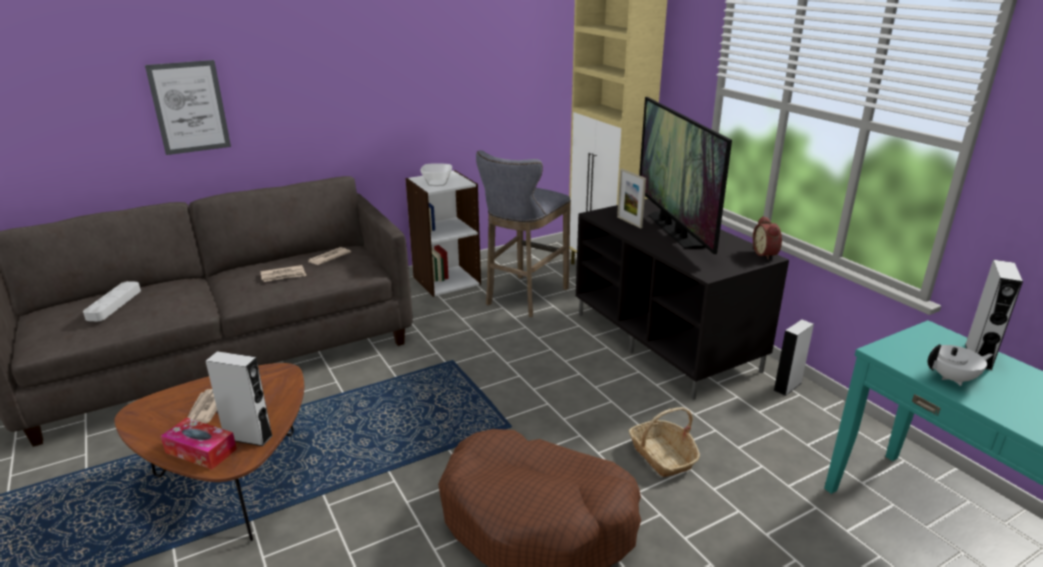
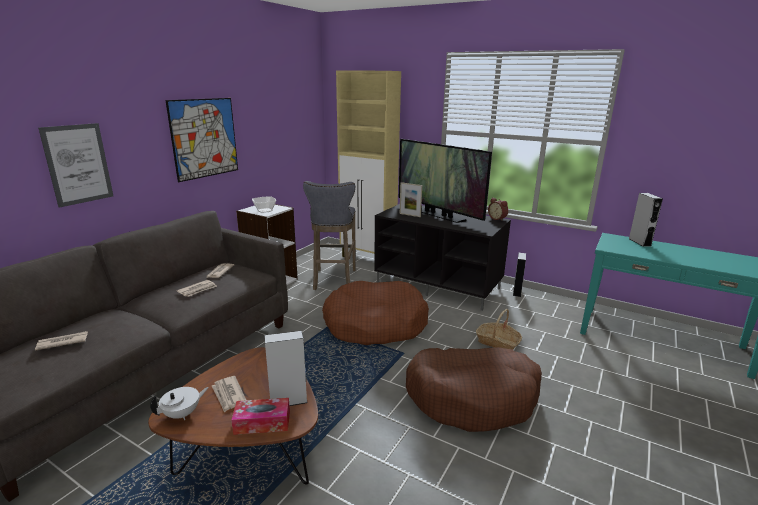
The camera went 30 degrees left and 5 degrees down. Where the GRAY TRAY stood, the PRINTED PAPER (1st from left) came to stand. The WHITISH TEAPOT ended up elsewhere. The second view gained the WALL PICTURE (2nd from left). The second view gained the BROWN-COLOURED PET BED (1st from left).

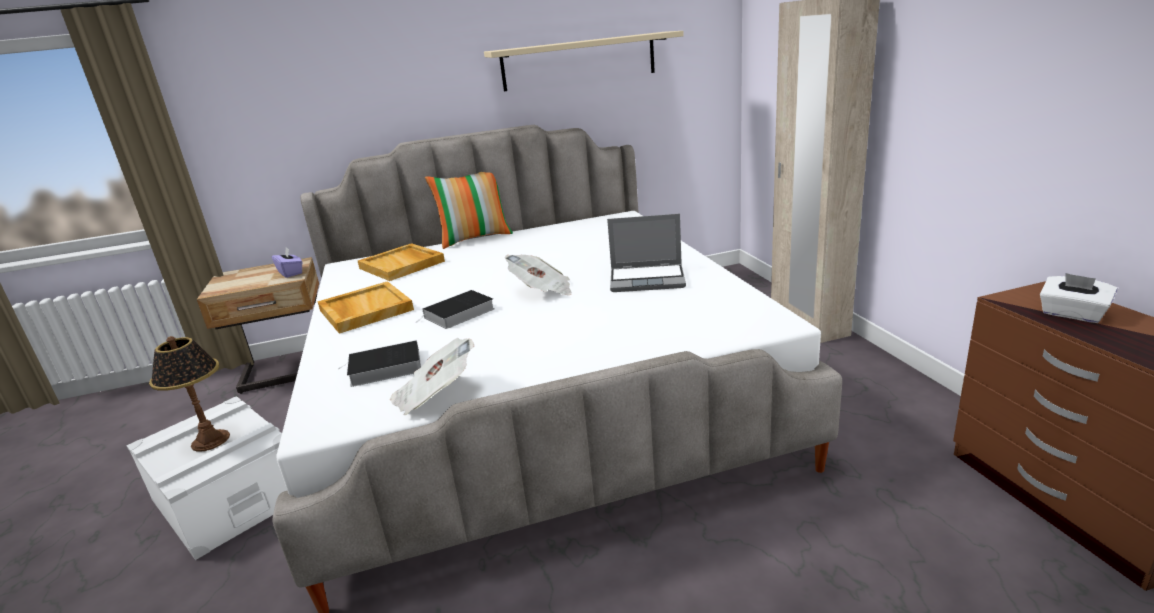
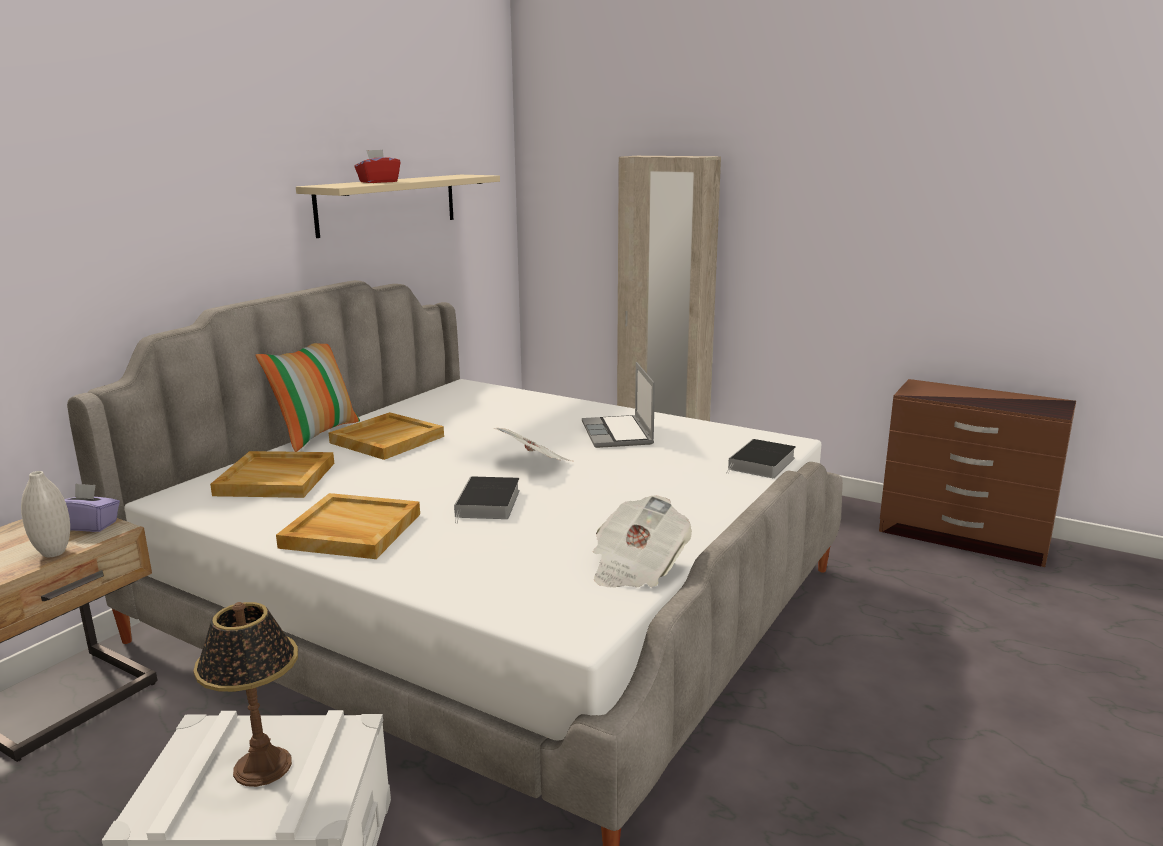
The camera went 45 degrees left and 5 degrees down. The BOUND BOOK (1st from left in the first image) ended up elsewhere. The PORTABLE COMPUTER ended up facing another way, 120 degrees clockwise from before. The second view lost the WHITISH TISSUE BOX. The second view gained the WHITISH FLOWER VASE. The second view gained the BEIGE TRAY (3rd from left). The second view gained the RED TISSUE BOX.

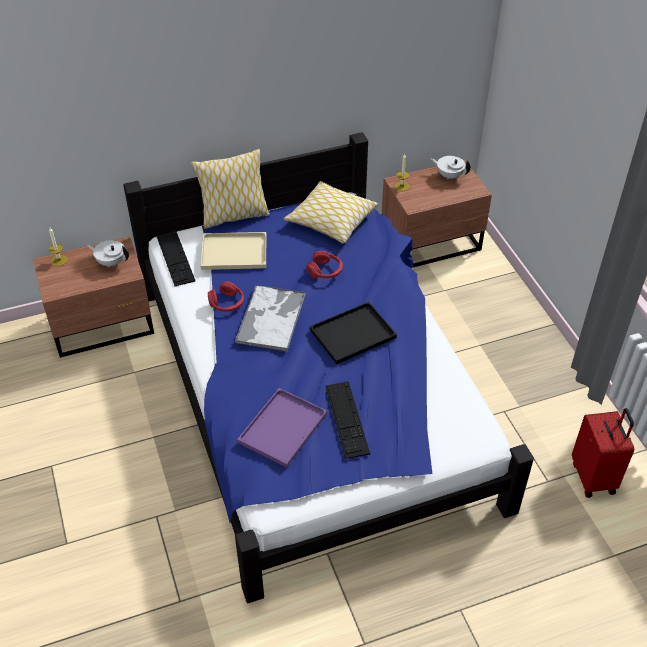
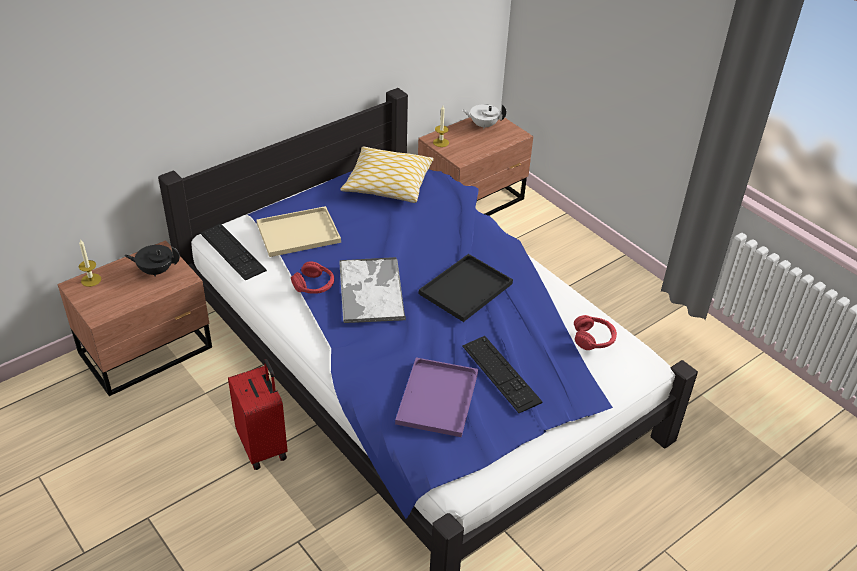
The camera went 20 degrees left and 5 degrees down. What was the WHITISH TEAPOT (1st from left) turned into the BLACKISH TEAPOT. The second view lost the PILLOW (1st from left). The RED PAIR OF HEADPHONES (2nd from left) ended up elsewhere. The RED TRAVEL CASE ended up elsewhere.

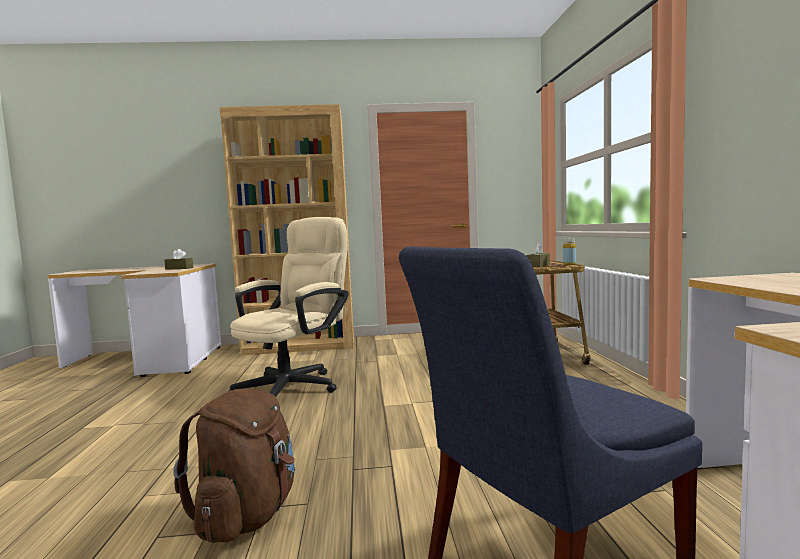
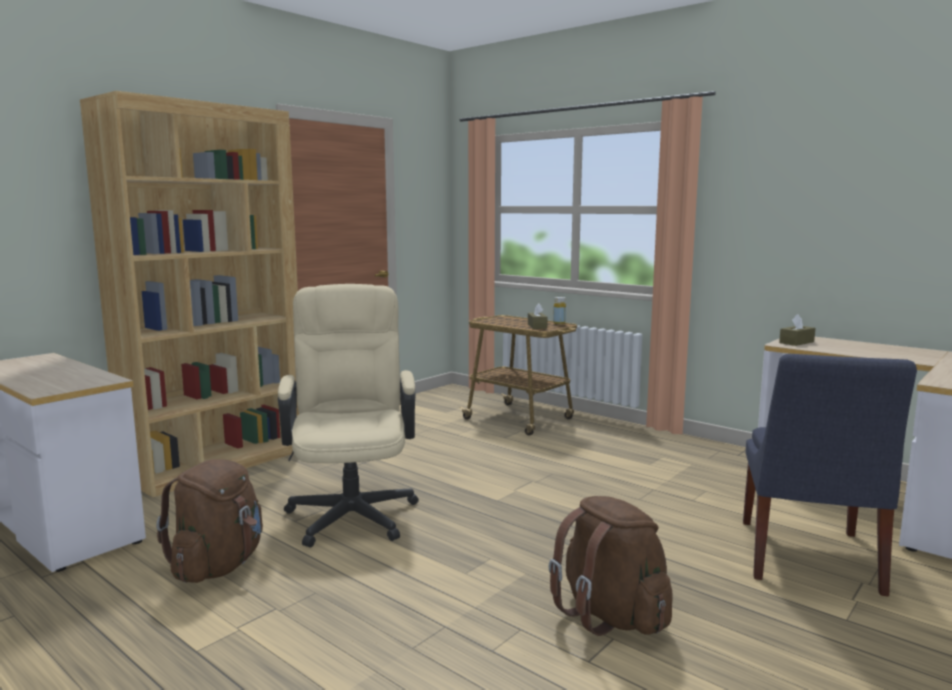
The camera went 45 degrees left and 5 degrees up. The BROWN-COLOURED TISSUE BOX (1st from left in the first image) ended up elsewhere. The second view gained the BROWN-COLOURED RUCKSACK (1st from left).

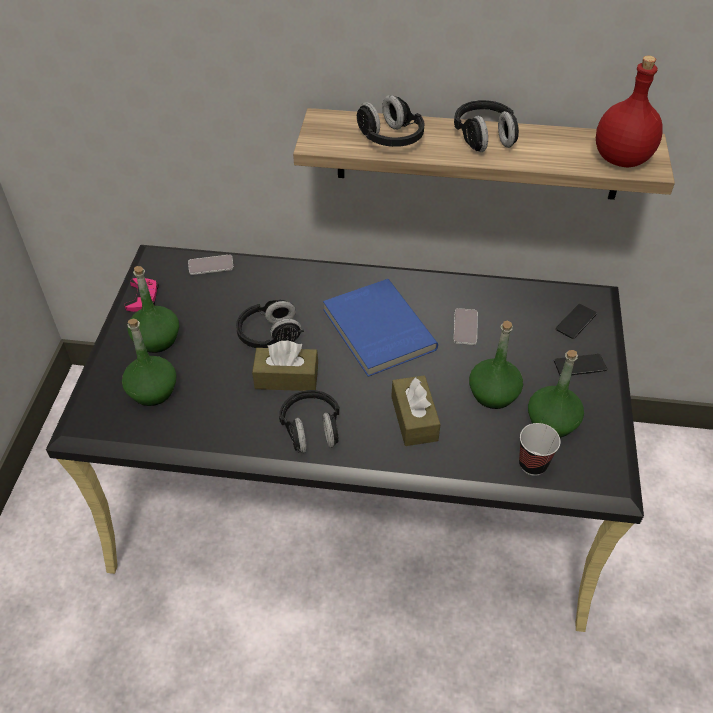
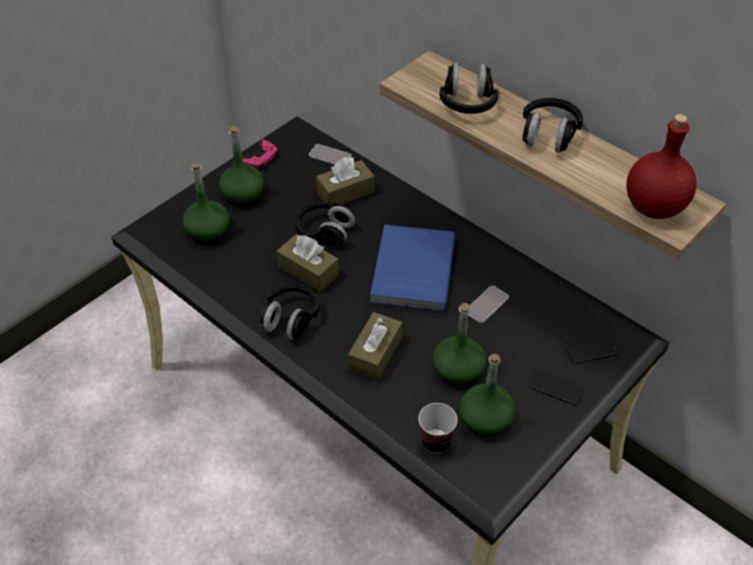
The camera went 35 degrees right and 0 degrees up. The second view gained the BROWN-COLOURED TISSUE BOX (2nd from left).

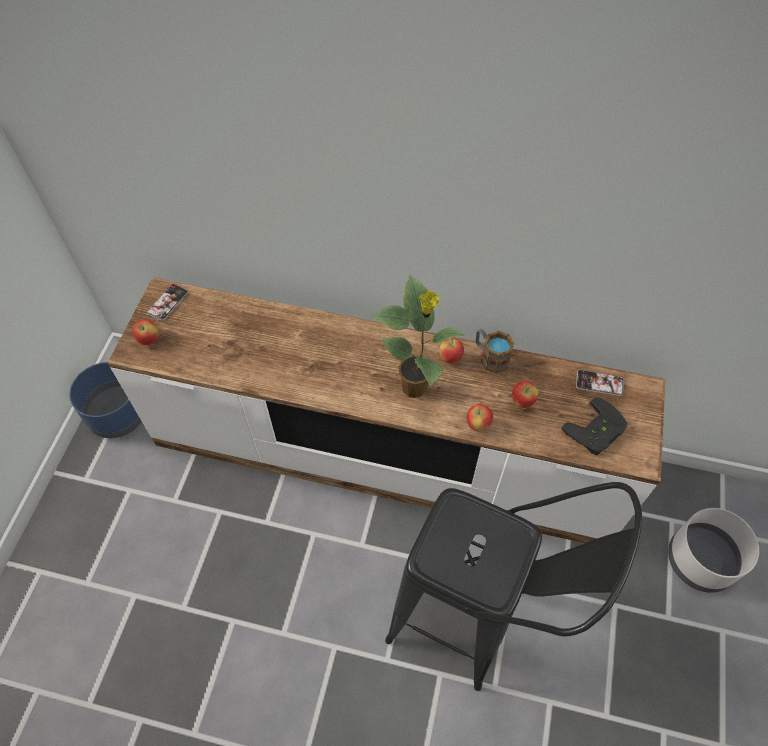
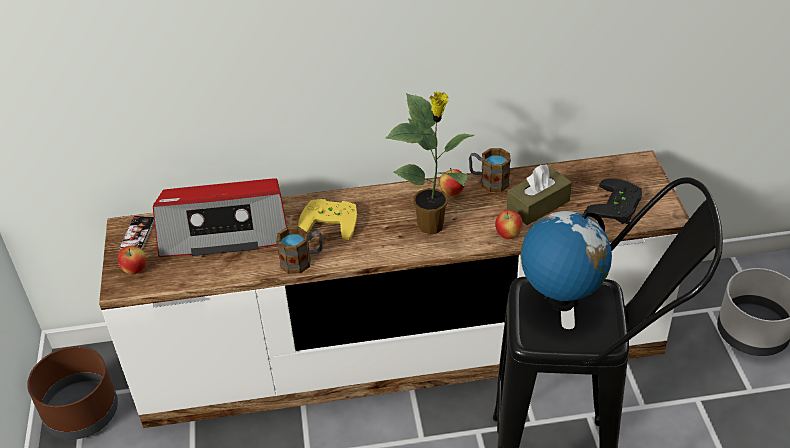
The camera went 20 degrees left and 15 degrees down. What was the BLUE PLANT POT turned into the BROWN-COLOURED PLANT POT. Where the APPLE (4th from left) stood, the BROWN-COLOURED TISSUE BOX came to stand. The second view lost the PHONE (2nd from left). The second view gained the RADIO RECEIVER. The second view gained the TEA MUG (1st from left). The second view gained the YELLOW GAMEPAD. The second view gained the WORLD GLOBE.

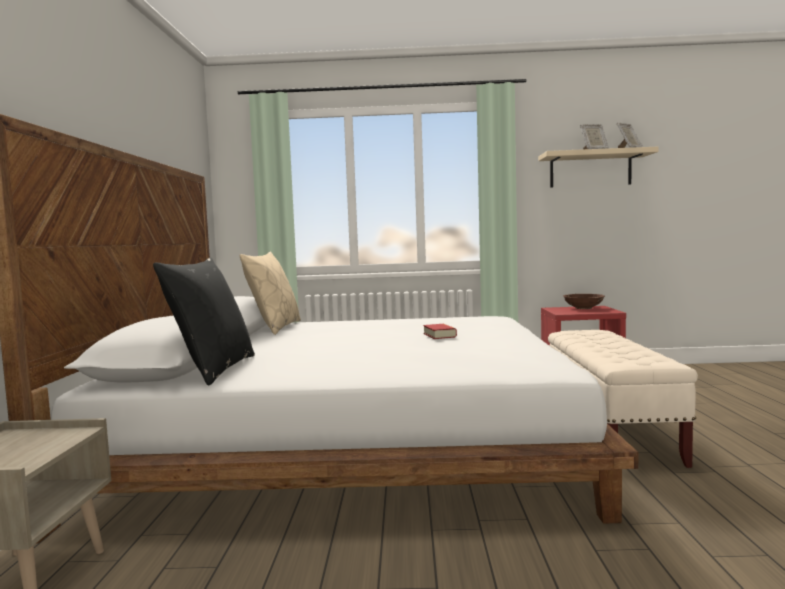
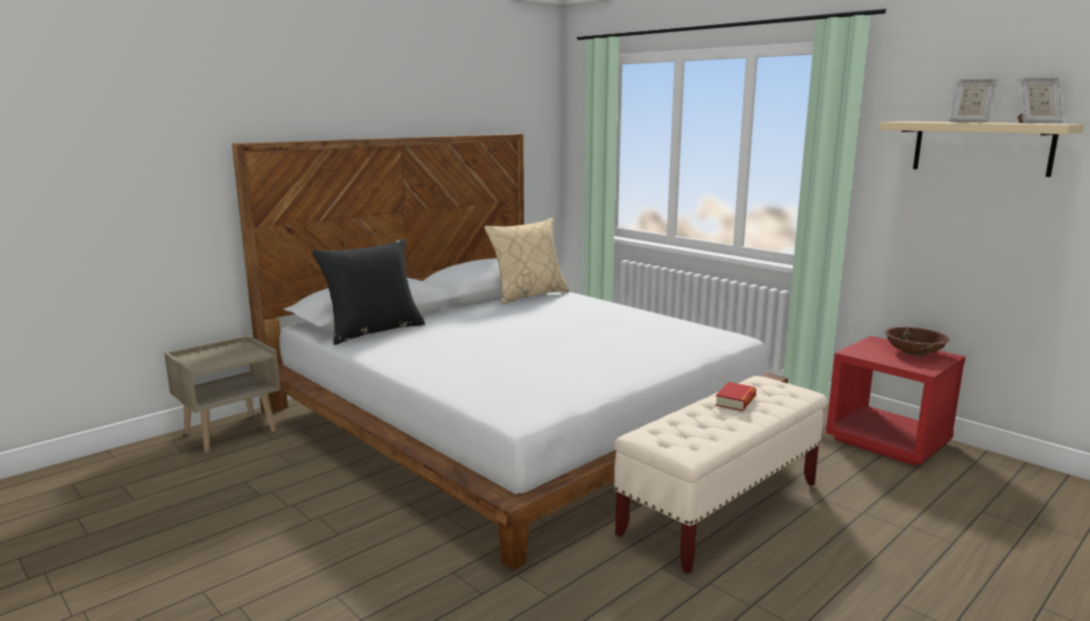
The camera went 45 degrees right and 10 degrees up. The BOUND BOOK ended up elsewhere.

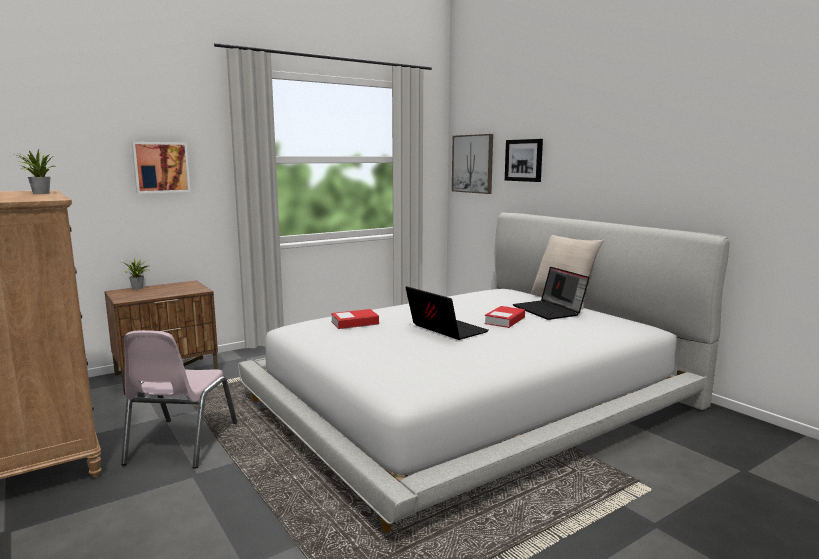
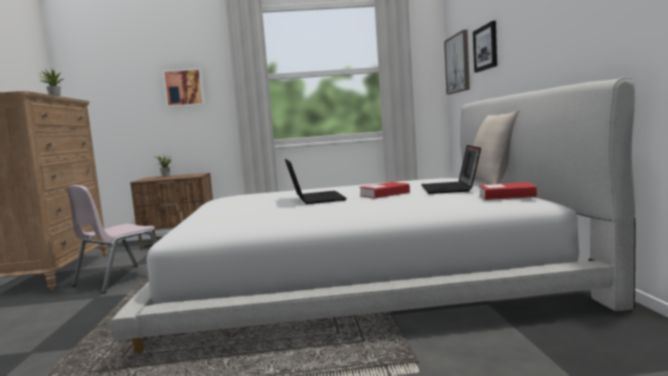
The camera went 30 degrees right and 5 degrees down. The BOUND BOOK (1st from left in the first image) ended up elsewhere.

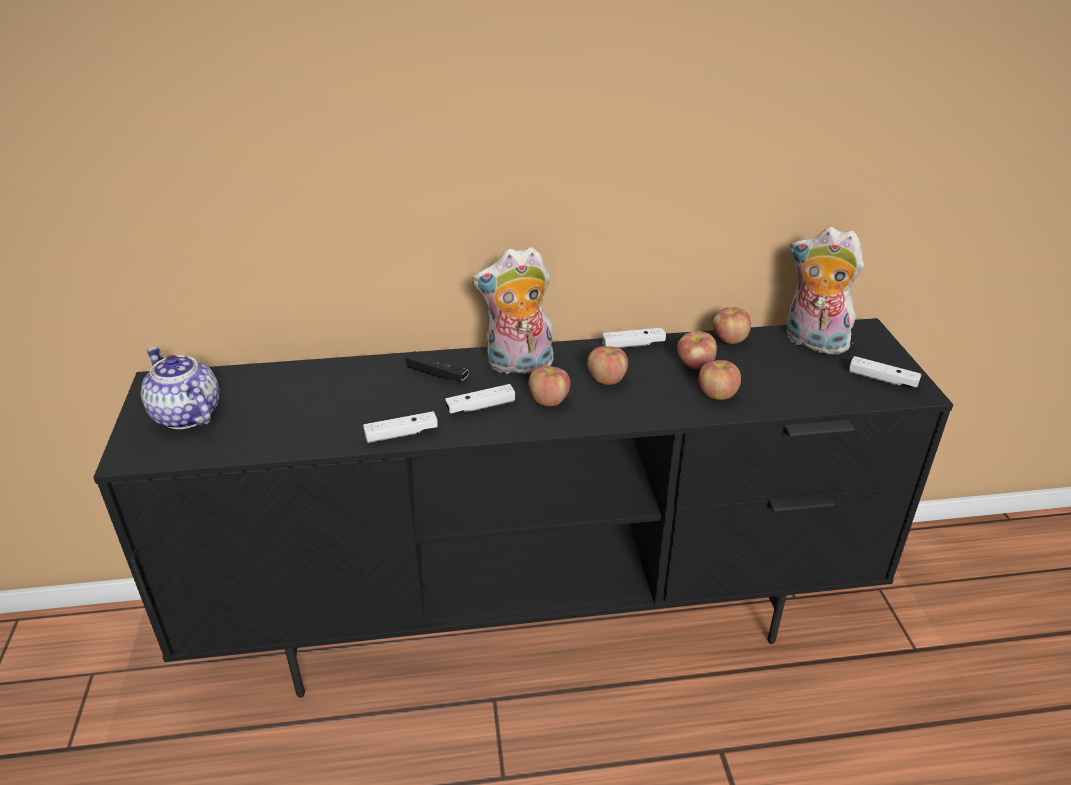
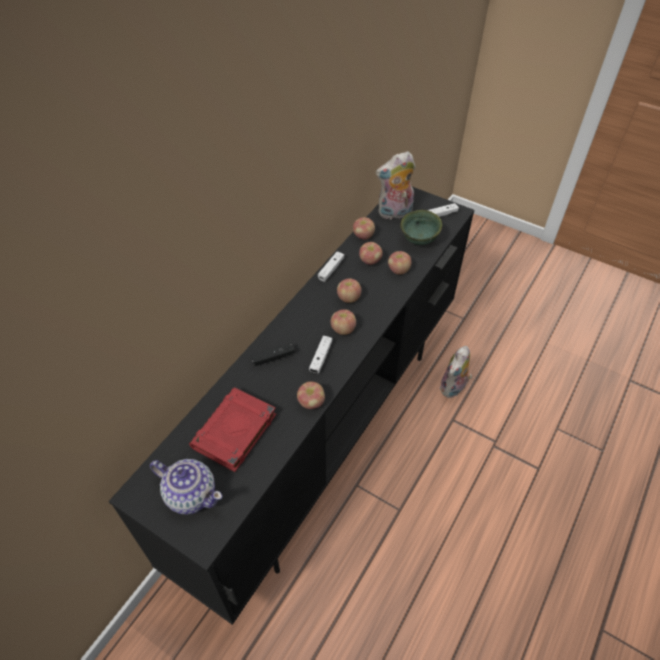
The camera went 50 degrees left and 15 degrees up. The TEAPOT ended up facing another way, 150 degrees counterclockwise from before. Where the WHITISH GAMEPAD (1st from left) stood, the APPLE (1st from left) came to stand. The SOFT TOY (1st from left in the first image) ended up elsewhere. The second view gained the RED BOUND BOOK. The second view gained the GREEN BOWL.

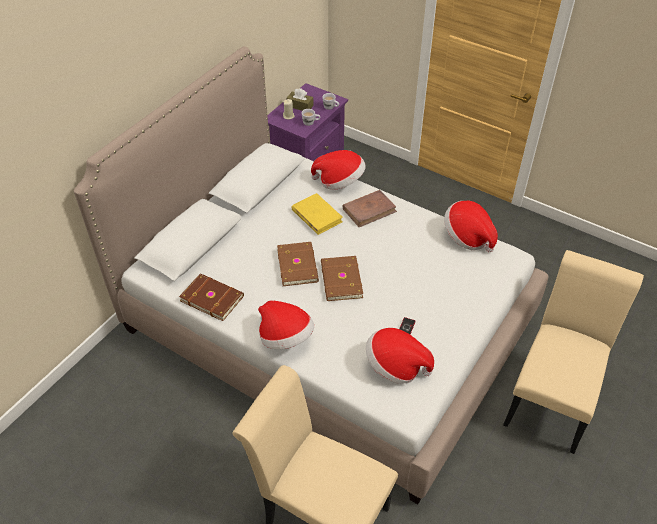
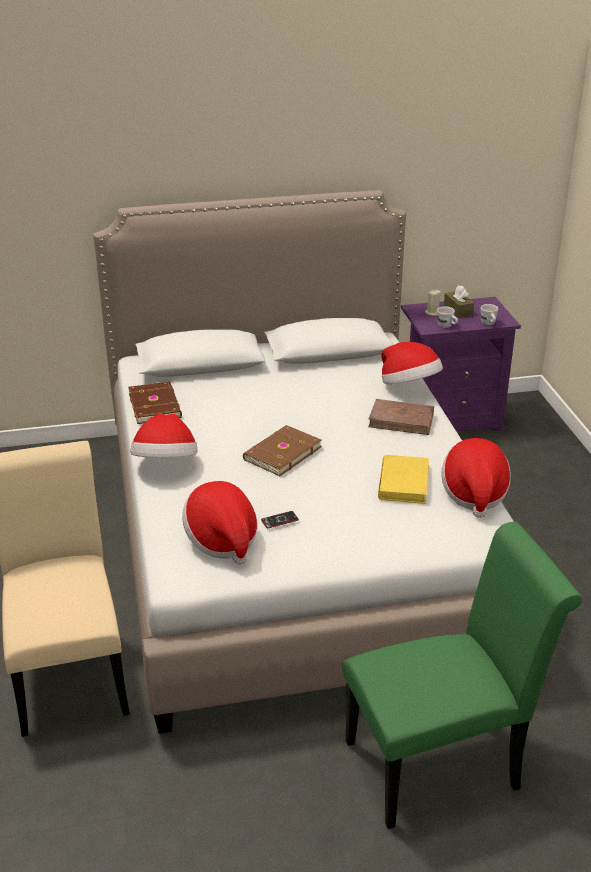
The camera went 45 degrees right and 15 degrees down. The second view lost the BROWN-COLOURED BOUND BOOK (2nd from left). The YELLOW BOUND BOOK ended up elsewhere. What was the BEIGE CHAIR (2nd from left) turned into the GREEN CHAIR.

